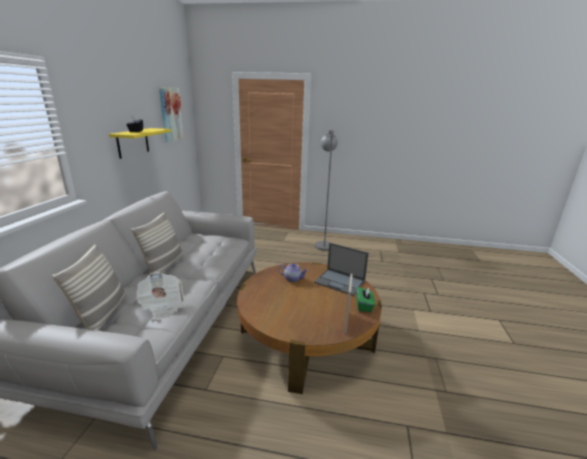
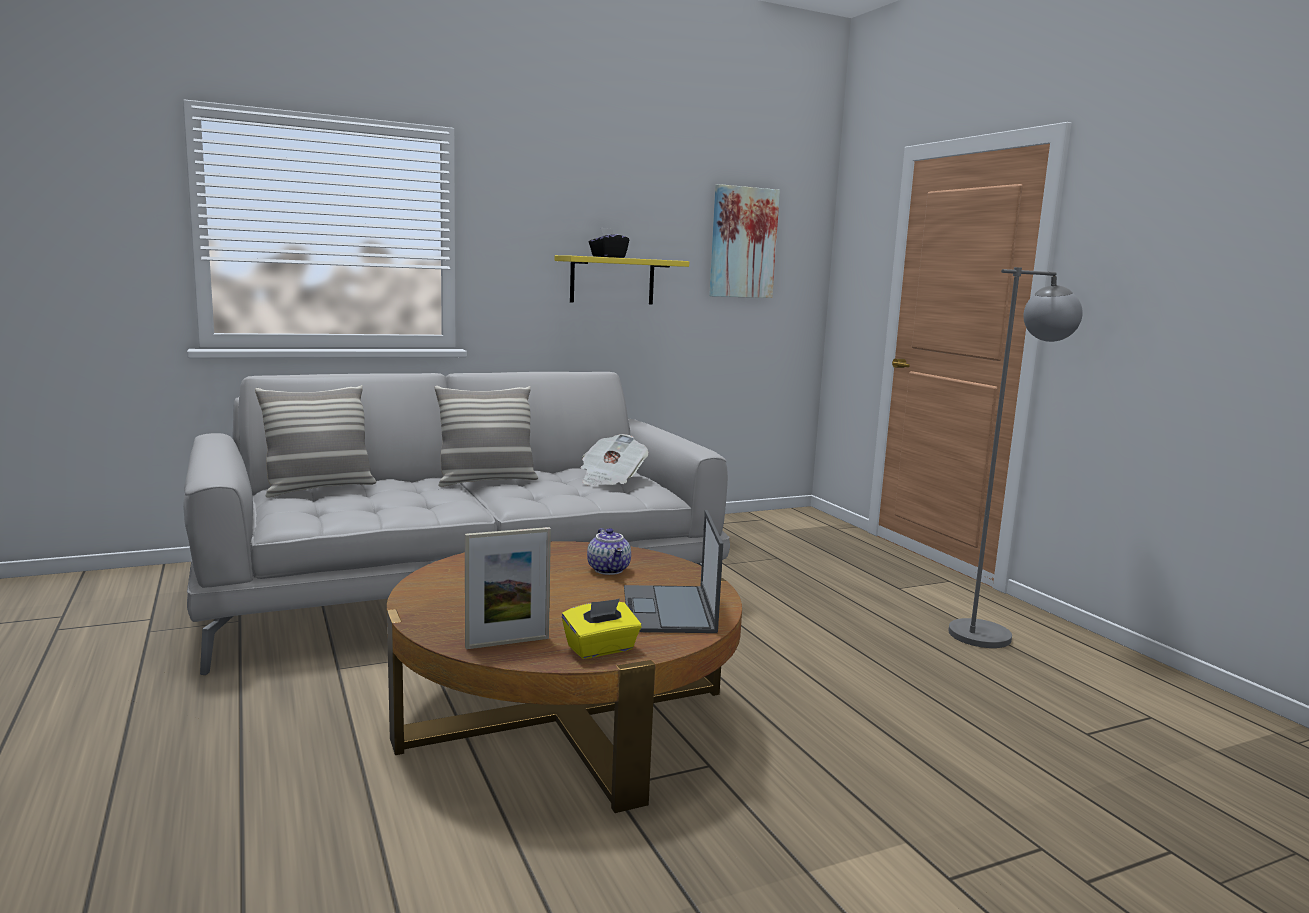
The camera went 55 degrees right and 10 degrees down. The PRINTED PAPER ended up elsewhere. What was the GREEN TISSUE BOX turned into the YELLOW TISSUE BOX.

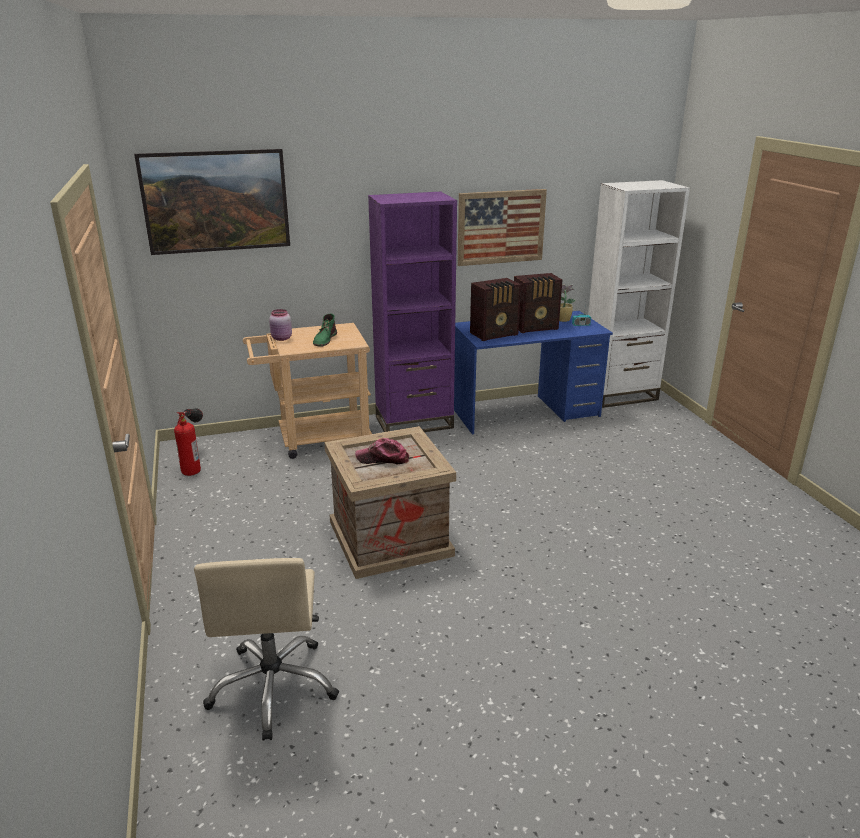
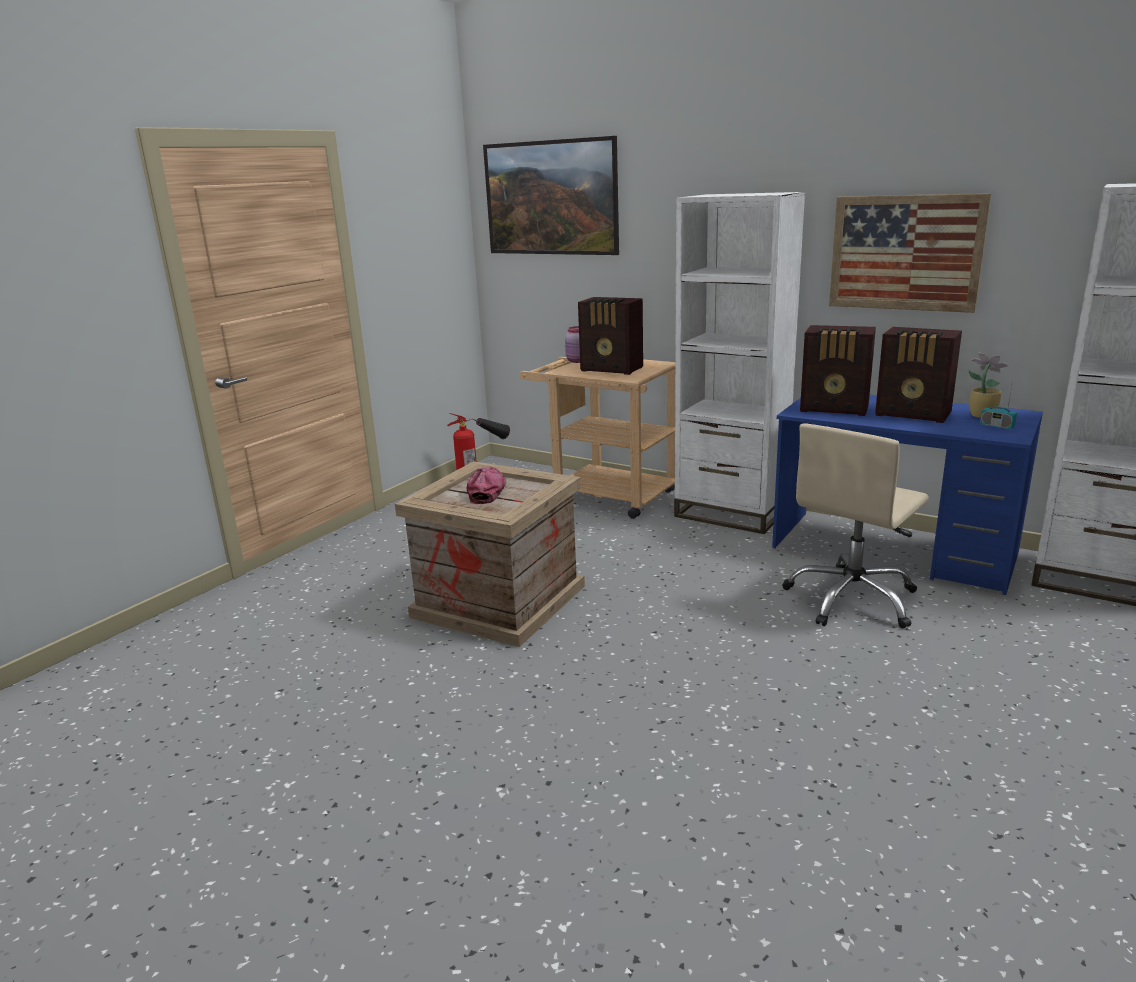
The camera went 50 degrees right and 5 degrees down. The BEIGE COMPUTER CHAIR ended up elsewhere. Where the GREEN HIGH-TOP BOOT stood, the RADIO RECEIVER (1st from left) came to stand. The PEAKED CAP ended up facing another way, 45 degrees clockwise from before. What was the PURPLE-COLOURED BOOKCASE turned into the WHITISH BOOKCASE (1st from left).

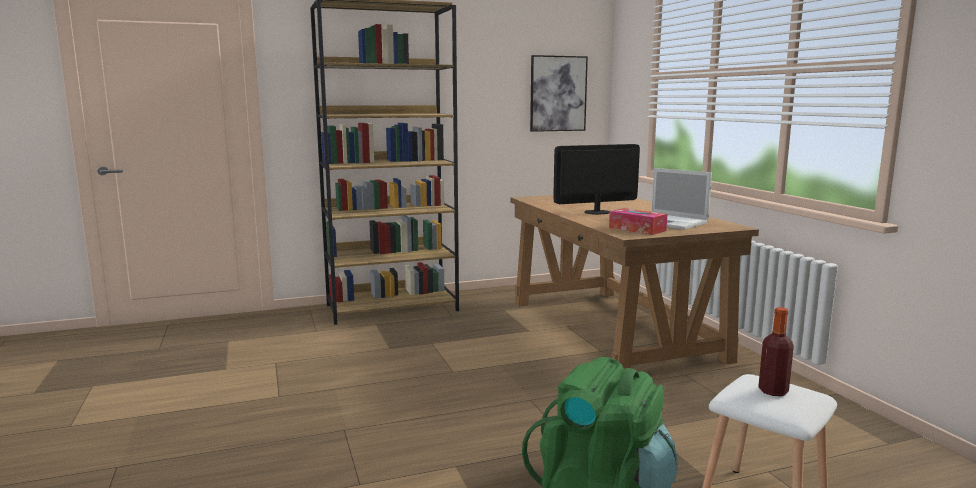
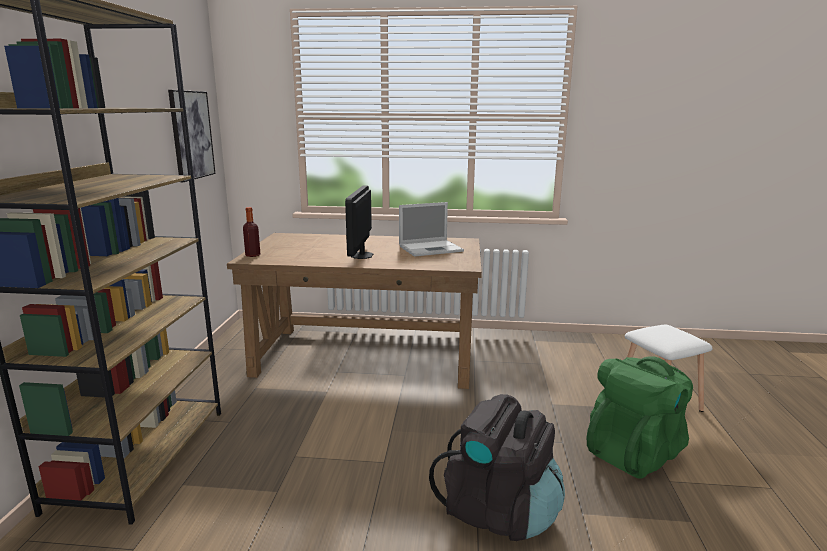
The camera went 65 degrees left and 5 degrees up. The second view lost the TISSUE BOX. The BOTTLE ended up elsewhere. The second view gained the BLACKISH RUCKSACK.

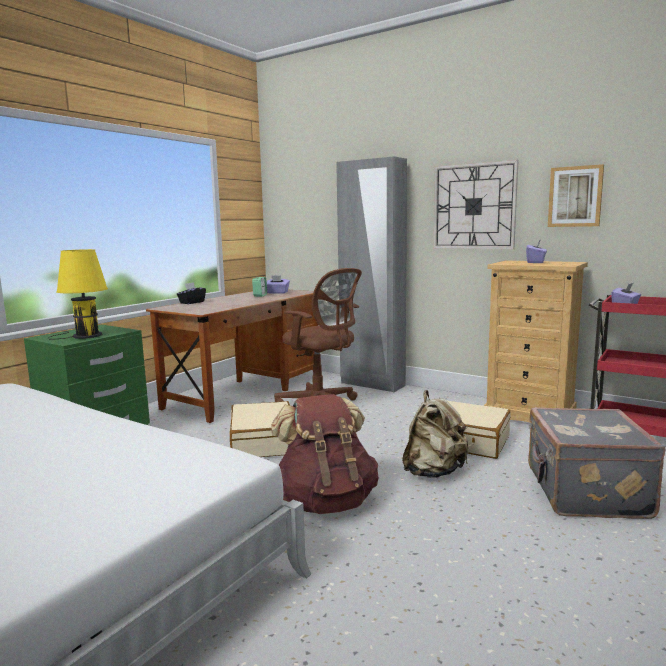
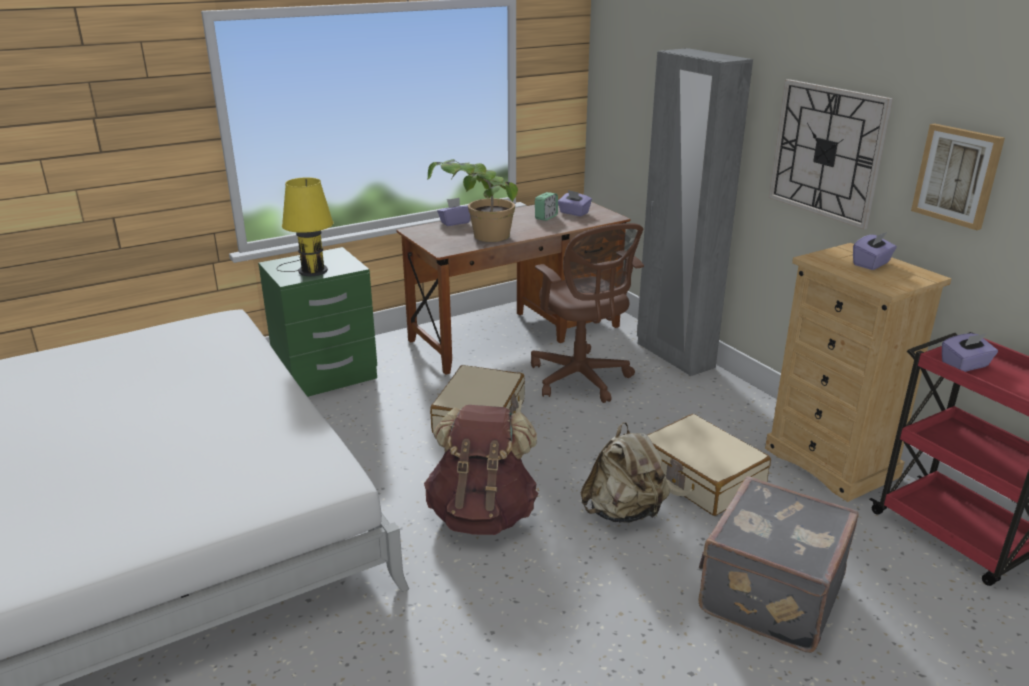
The camera went 25 degrees right and 15 degrees up. What was the BLACKISH TISSUE BOX turned into the PURPLE-COLOURED TISSUE BOX (1st from left). The second view gained the POTTED PLANT.

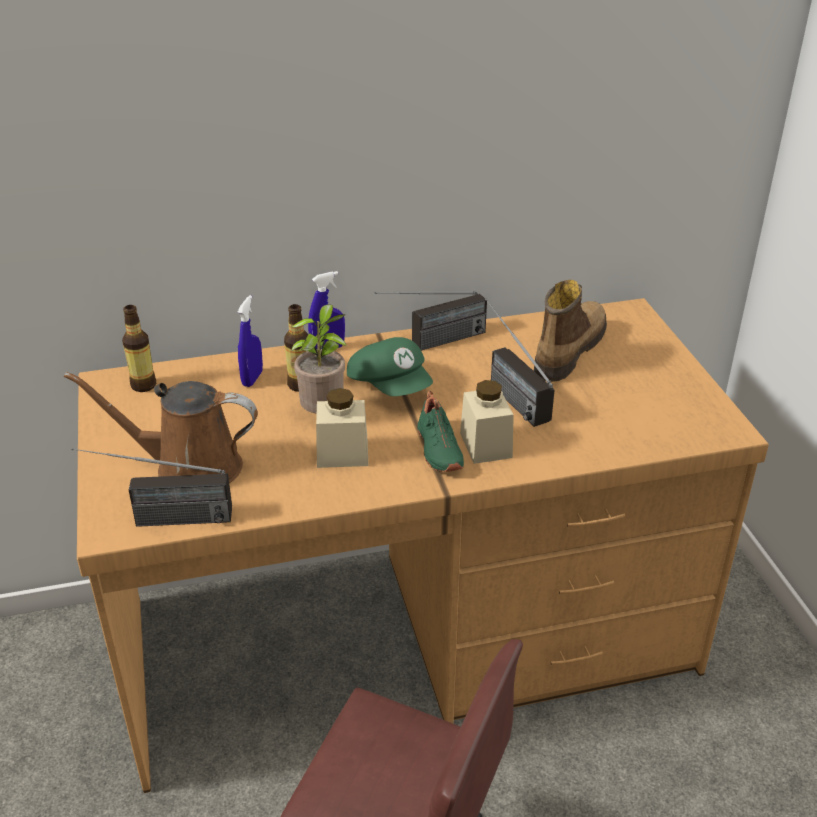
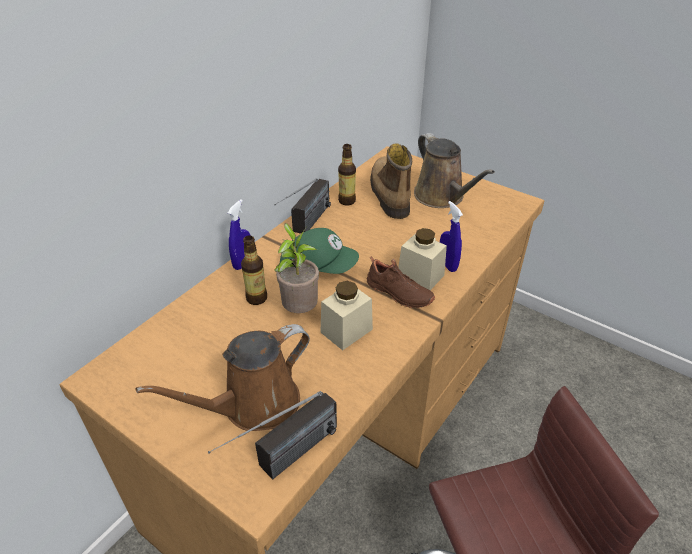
The camera went 40 degrees left and 5 degrees up. The BOTTLE (1st from left in the first image) ended up elsewhere. The BLUE HAND SPRAYER (1st from left in the first image) ended up elsewhere. What was the GREEN SHOE turned into the BROWN-COLOURED SHOE. The second view lost the RADIO RECEIVER (3rd from left). The second view gained the BROWN-COLOURED WATERING POT (2nd from left).

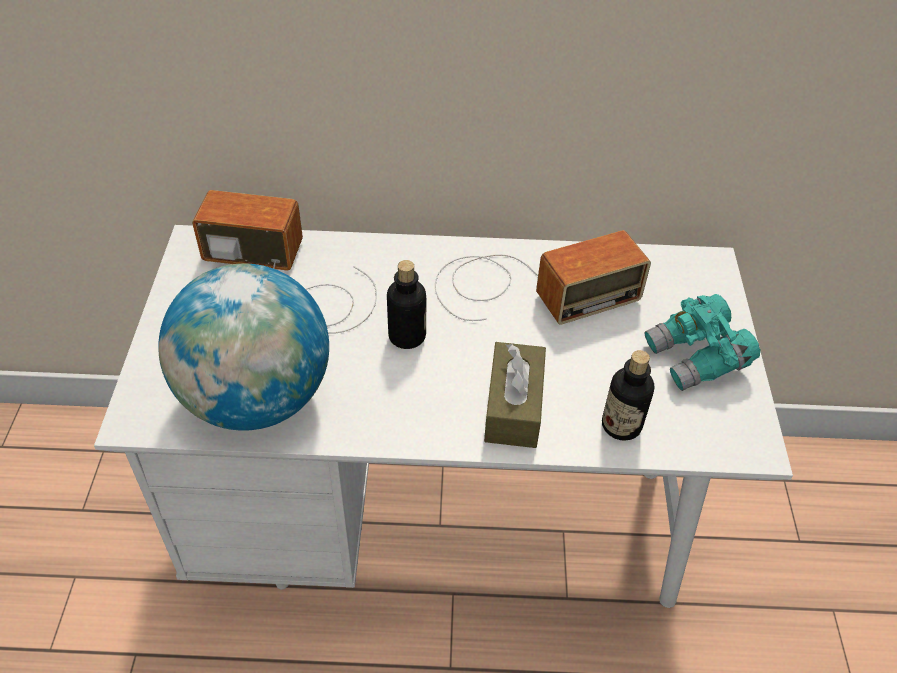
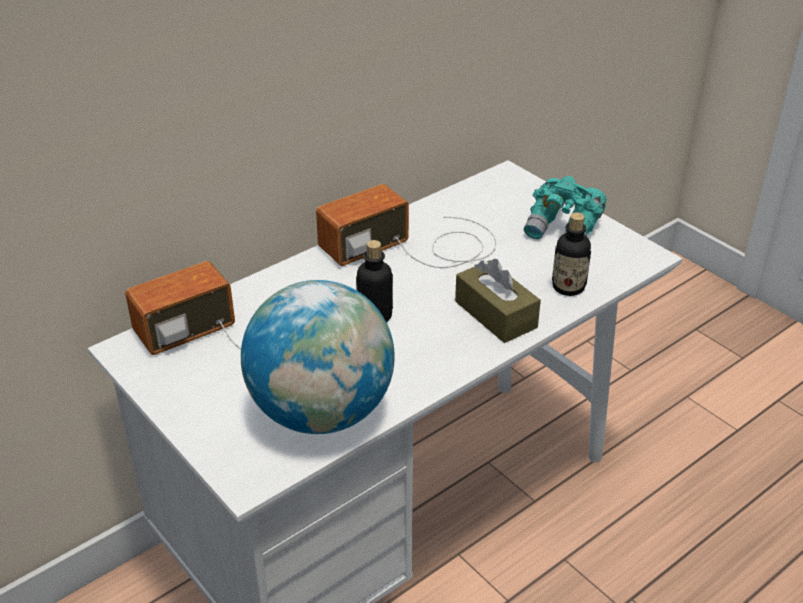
The camera went 40 degrees left and 10 degrees down. The RADIO RECEIVER (2nd from left) ended up facing another way, 150 degrees counterclockwise from before.

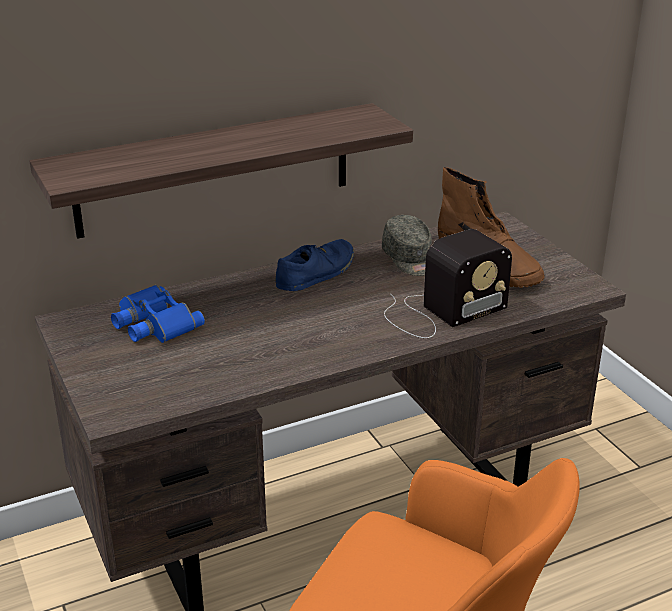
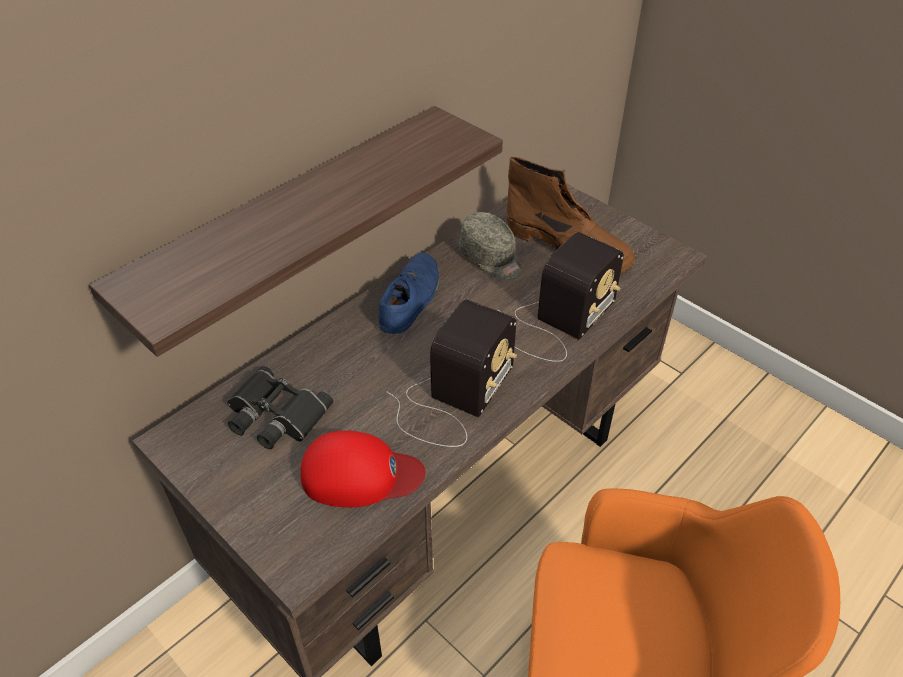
The camera went 20 degrees left and 15 degrees up. What was the BLUE PAIR OF BINOCULARS turned into the BLACKISH PAIR OF BINOCULARS. The second view gained the RED PEAKED CAP. The second view gained the RADIO RECEIVER (1st from left).

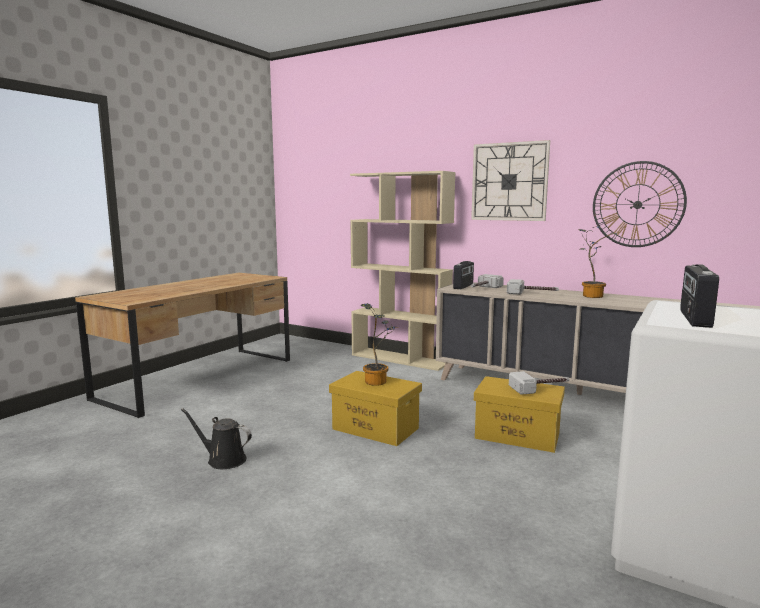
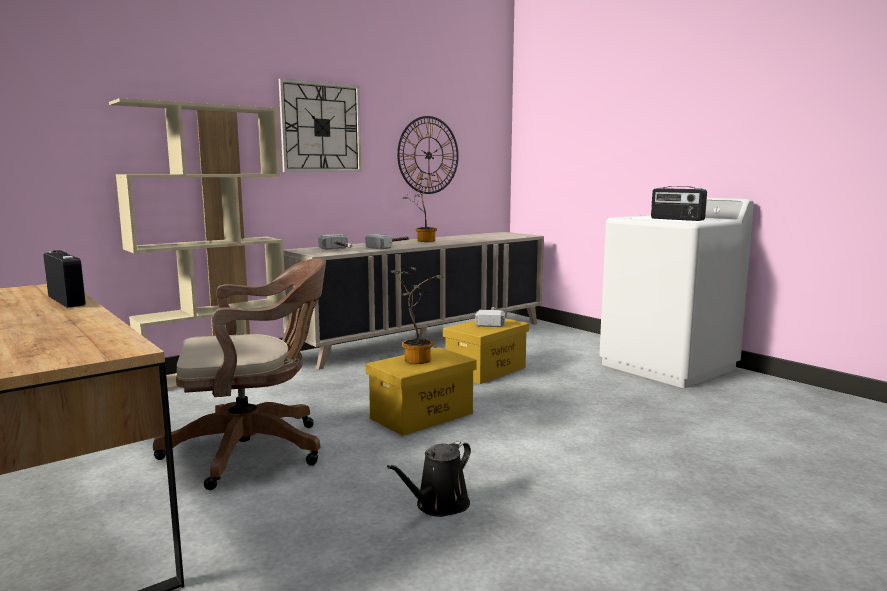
The camera went 70 degrees left and 0 degrees up. The RADIO RECEIVER (1st from left) ended up elsewhere. The second view gained the BROWN-COLOURED COMPUTER CHAIR.

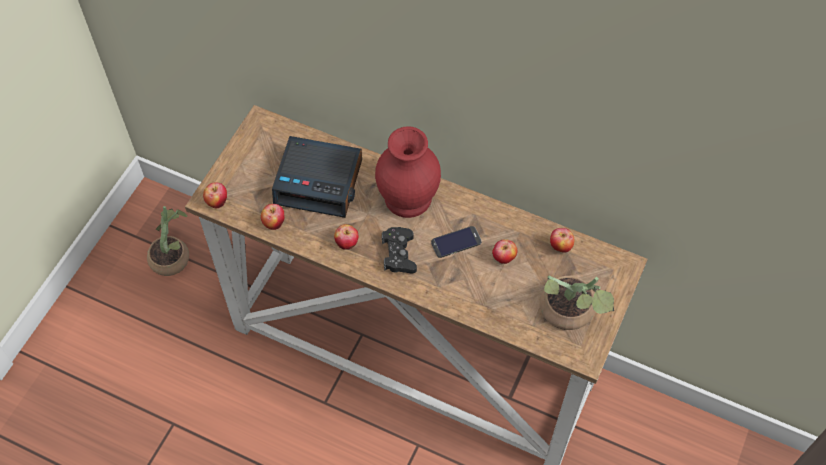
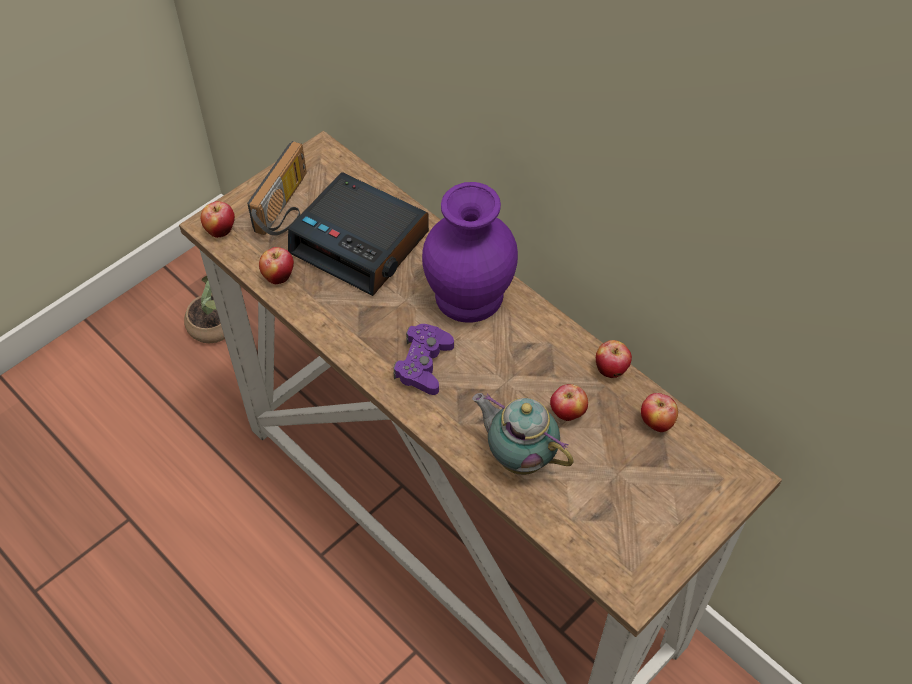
The camera went 20 degrees right and 5 degrees down. The APPLE (3rd from left in the first image) ended up elsewhere. What was the RED FLOWER VASE turned into the PURPLE-COLOURED FLOWER VASE. What was the BLACKISH GAMEPAD turned into the PURPLE-COLOURED GAMEPAD. The second view lost the PHONE. The second view lost the POTTED PLANT (2nd from left). The second view gained the RADIO RECEIVER. The second view gained the TEAPOT.

